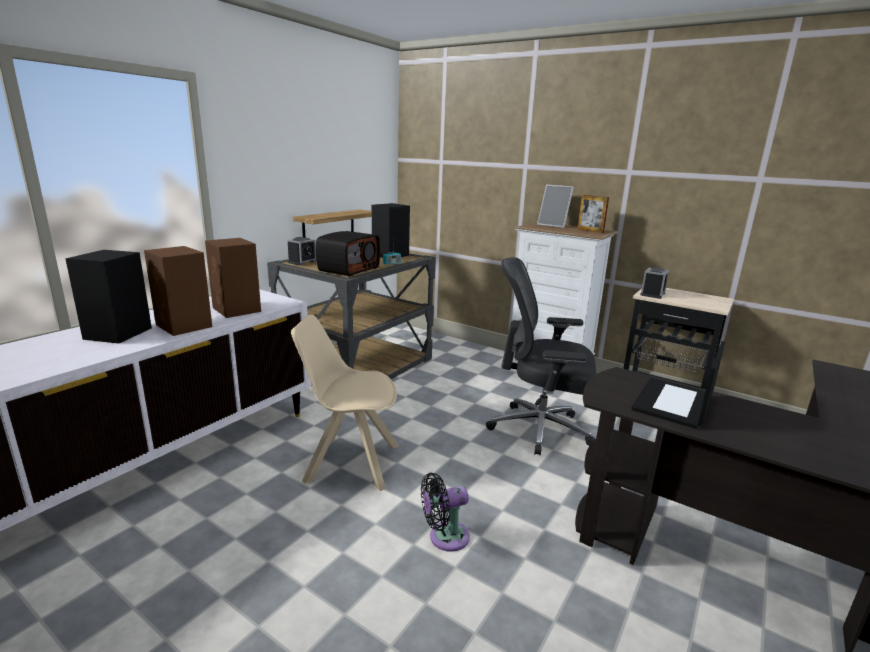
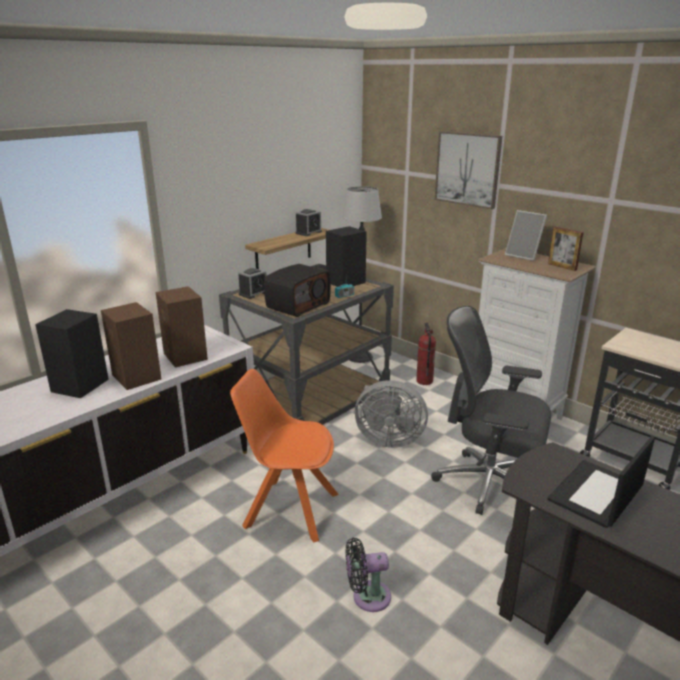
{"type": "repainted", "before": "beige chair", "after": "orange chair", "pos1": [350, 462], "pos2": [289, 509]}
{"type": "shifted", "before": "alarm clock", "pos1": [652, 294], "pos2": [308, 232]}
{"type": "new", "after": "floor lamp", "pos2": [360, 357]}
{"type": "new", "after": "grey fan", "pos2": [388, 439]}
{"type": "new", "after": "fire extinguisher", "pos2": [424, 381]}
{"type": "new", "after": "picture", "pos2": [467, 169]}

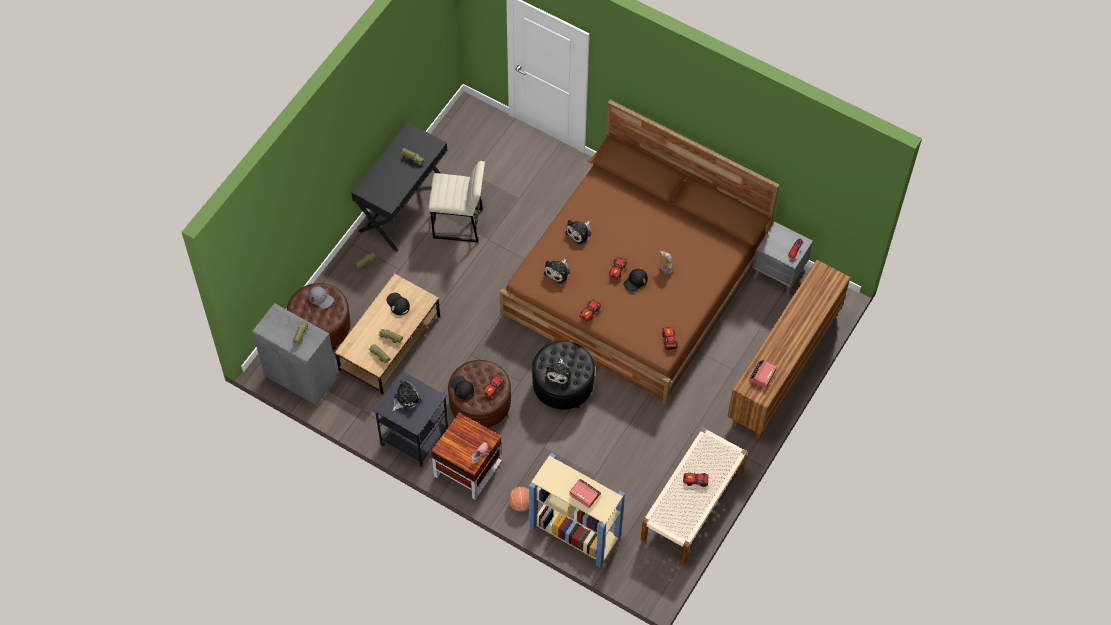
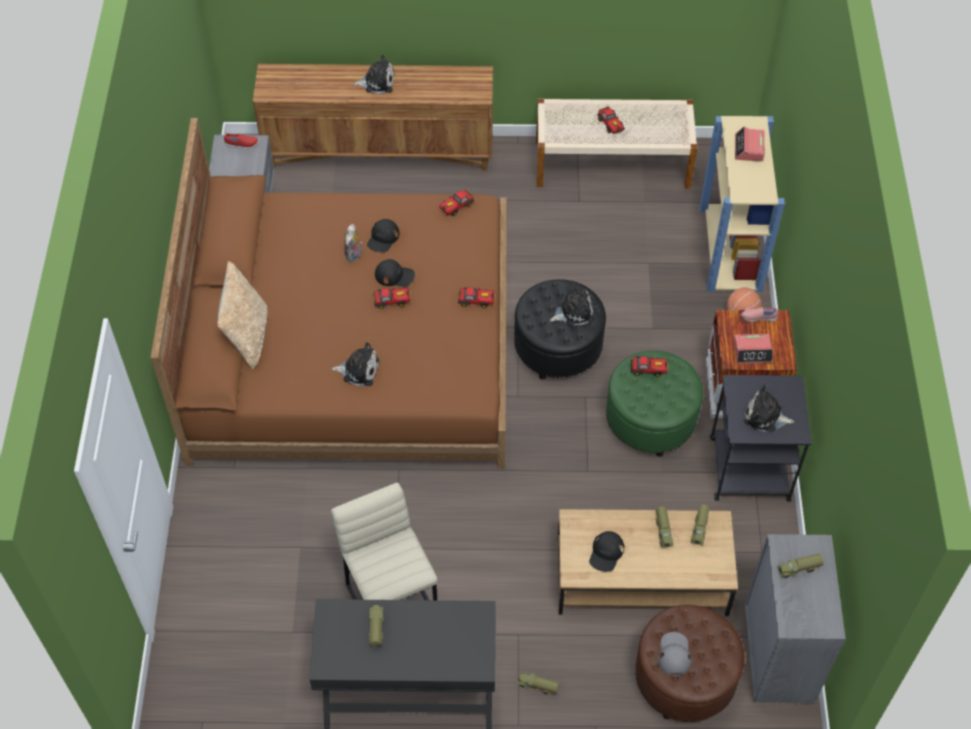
{"type": "repainted", "before": "brown ottoman", "after": "green ottoman", "pos1": [480, 405], "pos2": [650, 421]}
{"type": "shifted", "before": "black cap", "pos1": [462, 388], "pos2": [383, 238]}
{"type": "shifted", "before": "plush toy", "pos1": [558, 272], "pos2": [377, 82]}
{"type": "shifted", "before": "alarm clock", "pos1": [762, 375], "pos2": [752, 352]}
{"type": "new", "after": "beige pillow", "pos2": [248, 337]}

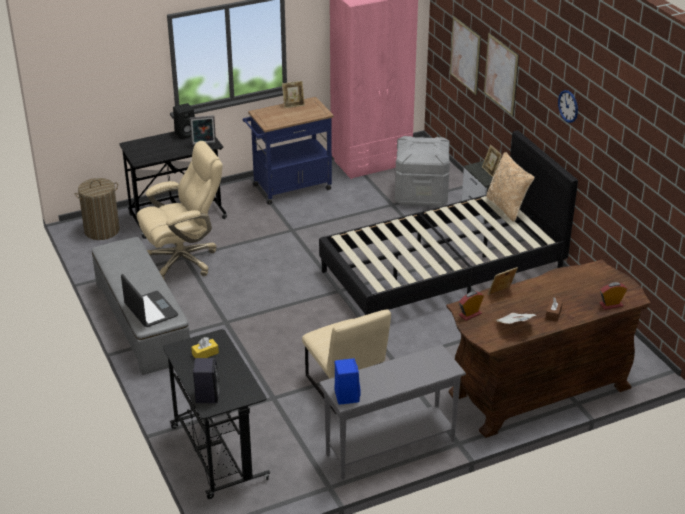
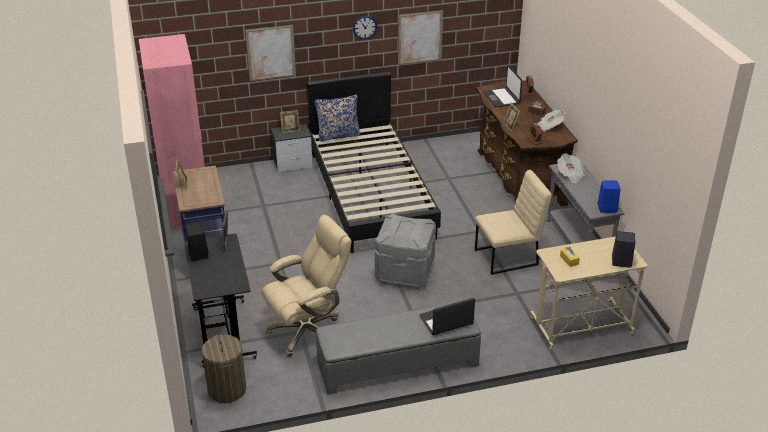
{"type": "rotated", "before": "beige office chair", "pos1": [184, 262], "pos2": [308, 332], "turn": 75}
{"type": "repainted", "before": "black desk", "after": "beige desk", "pos1": [219, 453], "pos2": [581, 326]}
{"type": "shifted", "before": "grey storage box", "pos1": [421, 194], "pos2": [404, 272]}
{"type": "shifted", "before": "picture", "pos1": [465, 55], "pos2": [420, 37]}
{"type": "repainted", "before": "beige pillow", "after": "blue pillow", "pos1": [506, 209], "pos2": [339, 136]}
{"type": "new", "after": "laptop", "pos2": [502, 98]}
{"type": "new", "after": "newspaper", "pos2": [570, 175]}

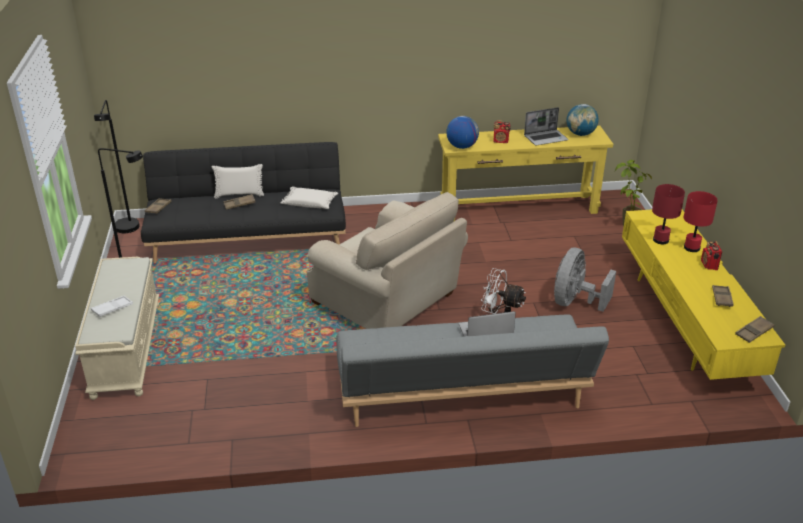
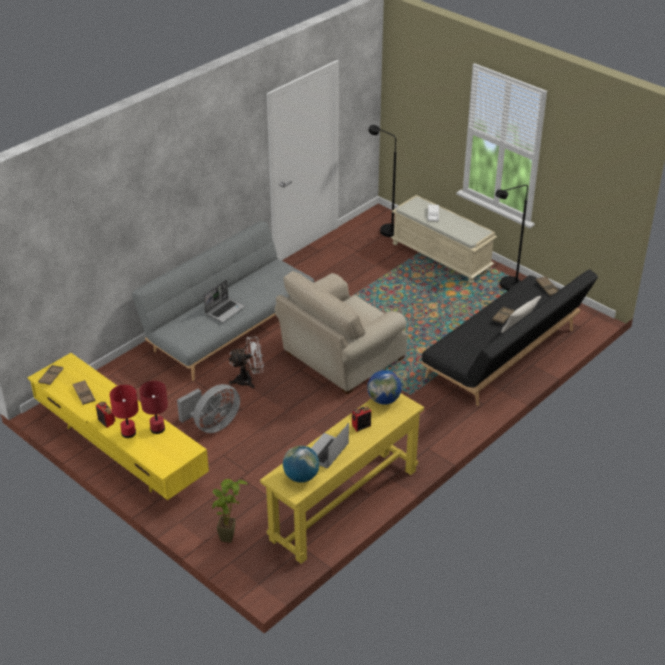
{"type": "shifted", "before": "black floor lamp", "pos1": [127, 230], "pos2": [385, 229]}
{"type": "gone", "before": "white pillow", "pos1": [309, 201]}
{"type": "rotated", "before": "beige armchair", "pos1": [386, 300], "pos2": [341, 358], "turn": -45}
{"type": "rotated", "before": "grey fan", "pos1": [575, 302], "pos2": [212, 425], "turn": 60}

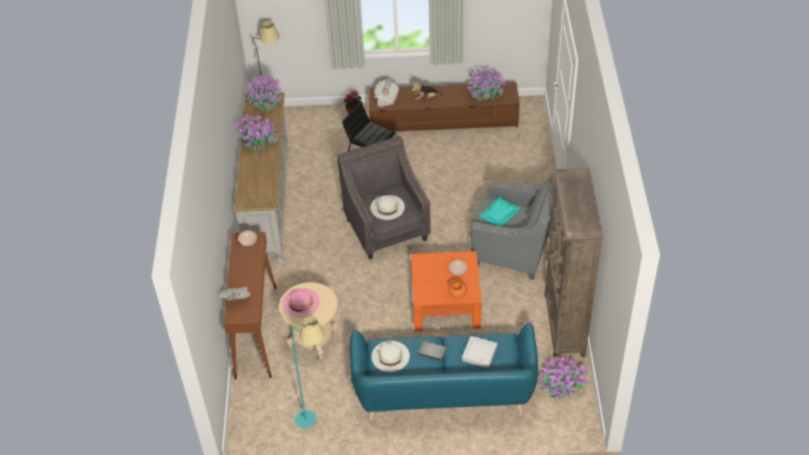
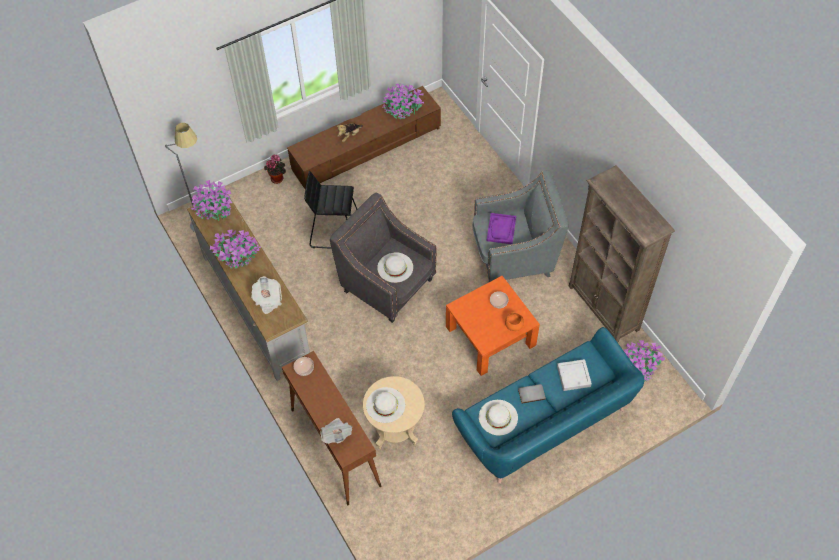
{"type": "repainted", "before": "pink hat", "after": "white hat", "pos1": [301, 302], "pos2": [385, 405]}
{"type": "gone", "before": "turquoise floor lamp", "pos1": [315, 416]}
{"type": "shifted", "before": "newspaper", "pos1": [386, 98], "pos2": [268, 300]}
{"type": "repainted", "before": "turquoise tray", "after": "purple tray", "pos1": [499, 214], "pos2": [501, 229]}

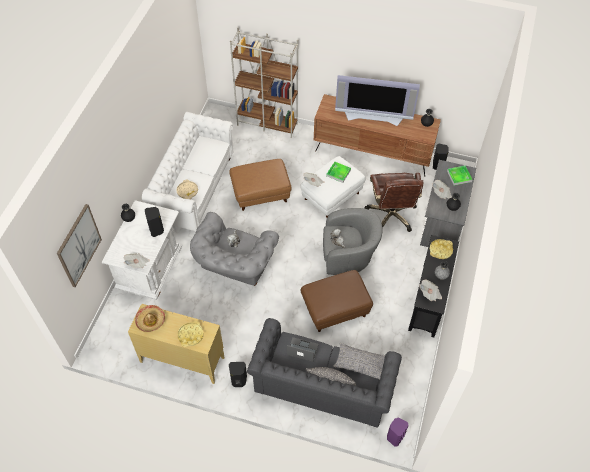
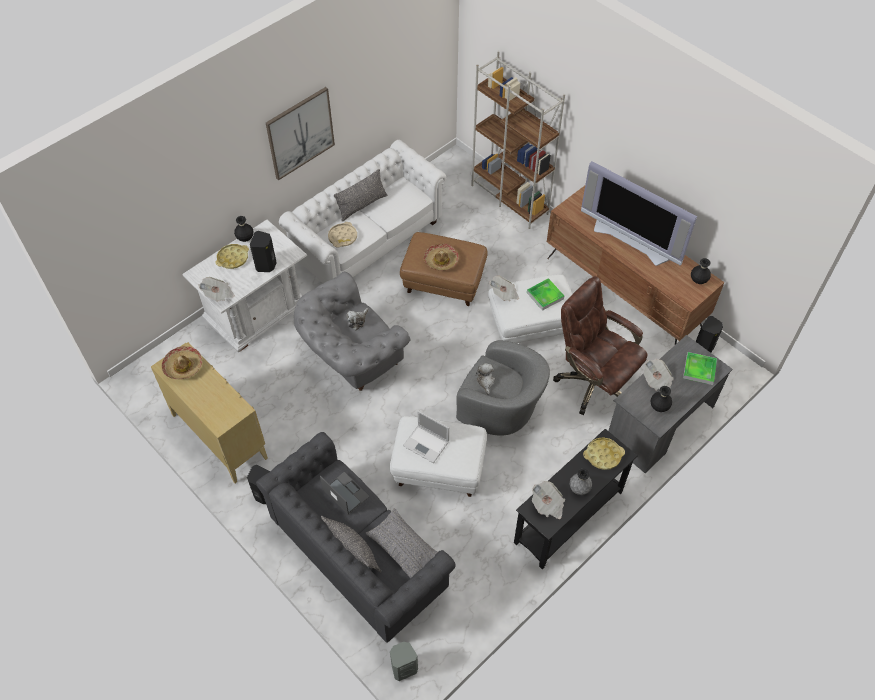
{"type": "shifted", "before": "picture", "pos1": [79, 245], "pos2": [300, 133]}
{"type": "shifted", "before": "yellow tray", "pos1": [191, 335], "pos2": [233, 258]}
{"type": "repainted", "before": "brown ottoman", "after": "white ottoman", "pos1": [335, 308], "pos2": [439, 467]}
{"type": "rotated", "before": "brown office chair", "pos1": [391, 214], "pos2": [593, 383], "turn": 105}
{"type": "repainted", "before": "purple speaker", "after": "grey speaker", "pos1": [394, 437], "pos2": [403, 667]}
{"type": "new", "after": "grey pillow", "pos2": [362, 206]}
{"type": "new", "after": "laptop", "pos2": [426, 444]}
{"type": "new", "after": "hat", "pos2": [441, 260]}

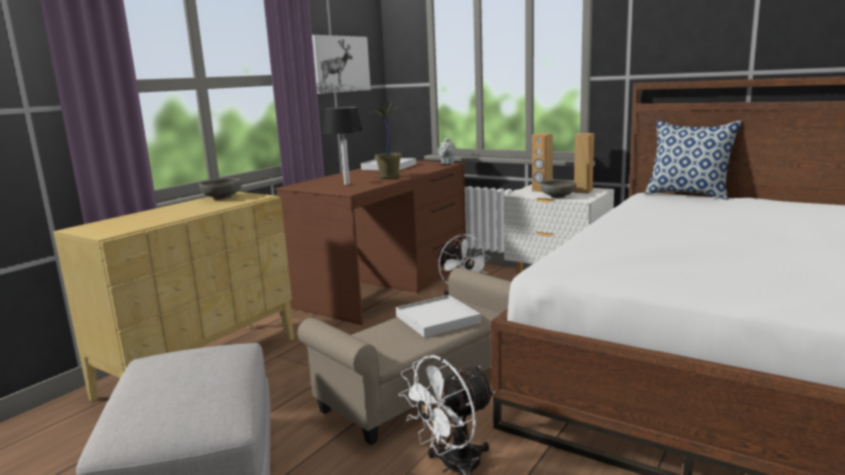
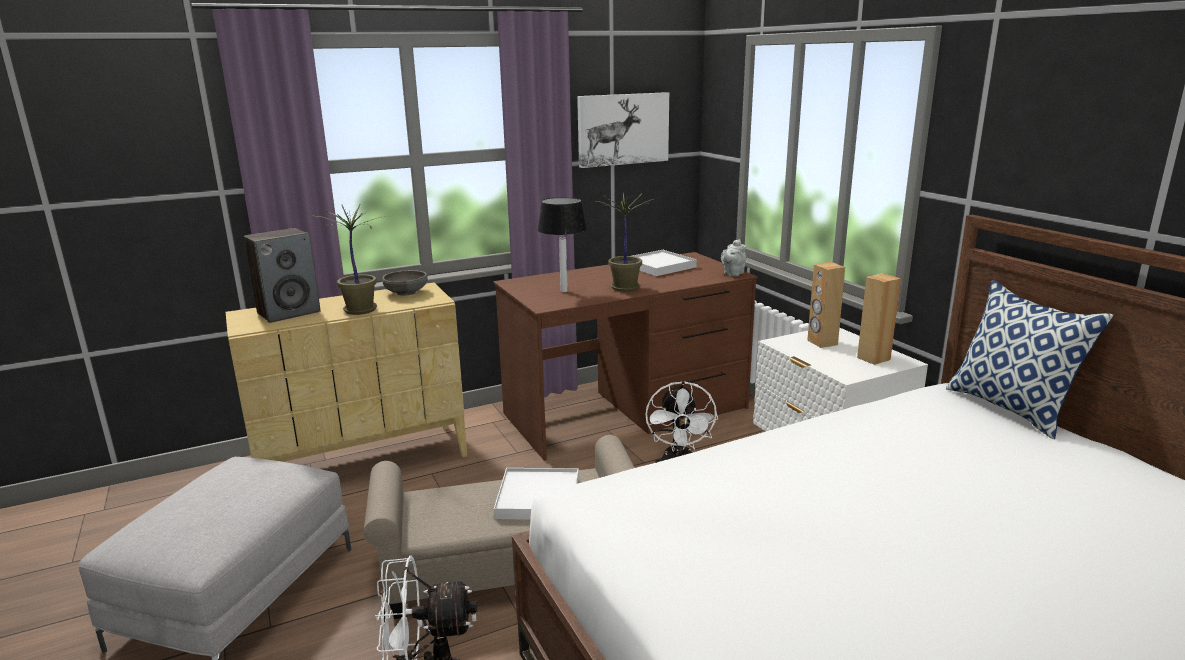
{"type": "gone", "before": "grey bowl", "pos1": [557, 196]}
{"type": "new", "after": "speaker", "pos2": [289, 312]}
{"type": "new", "after": "potted plant", "pos2": [362, 310]}

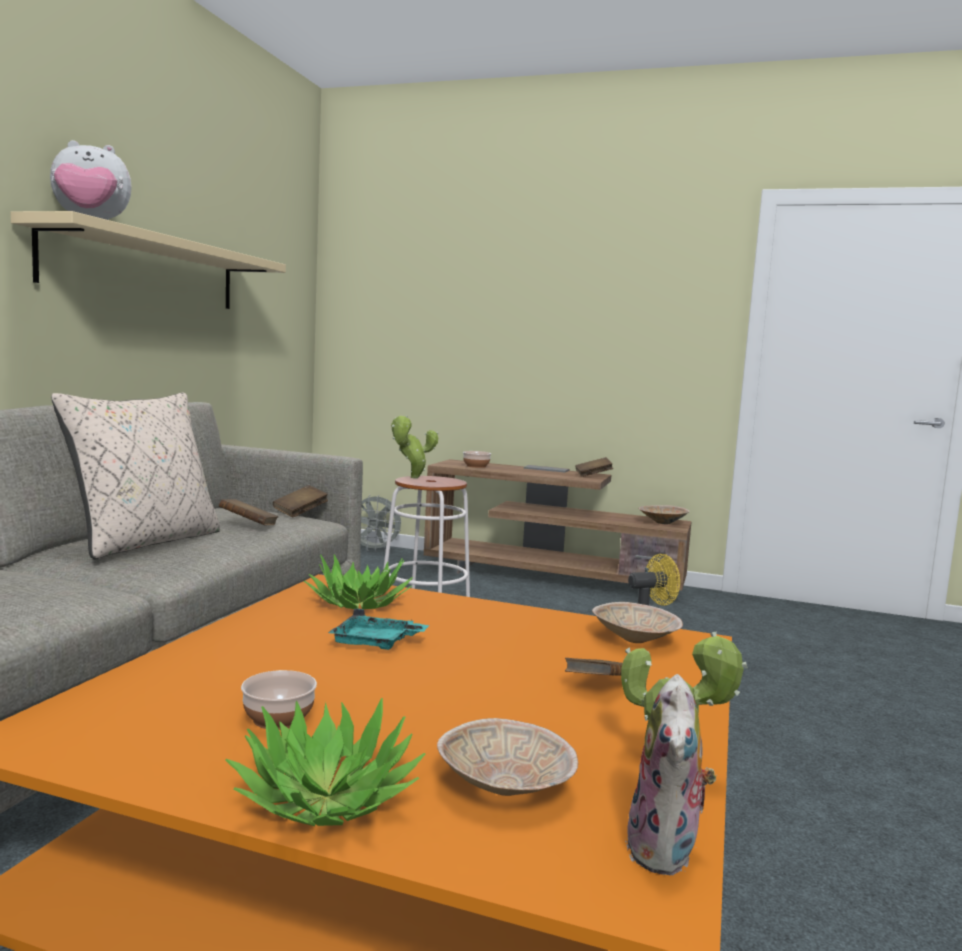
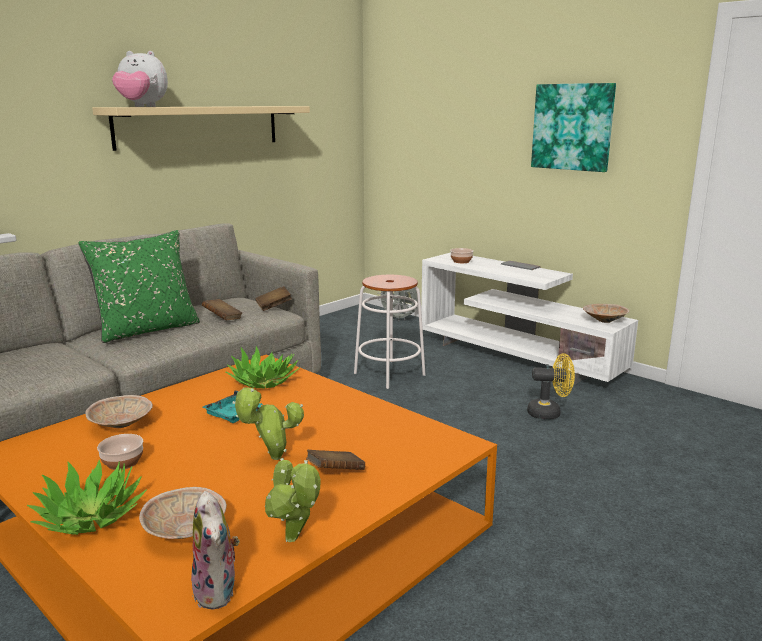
{"type": "repainted", "before": "beige pillow", "after": "green pillow", "pos1": [146, 542], "pos2": [148, 330]}
{"type": "shifted", "before": "potted plant", "pos1": [412, 478], "pos2": [272, 458]}
{"type": "repainted", "before": "brown tv stand", "after": "white tv stand", "pos1": [553, 578], "pos2": [519, 357]}
{"type": "gone", "before": "brown book", "pos1": [593, 476]}
{"type": "shifted", "before": "beige bowl", "pos1": [636, 640], "pos2": [121, 425]}
{"type": "rotated", "before": "plush toy", "pos1": [666, 852], "pos2": [218, 592], "turn": -60}
{"type": "new", "after": "picture", "pos2": [572, 127]}

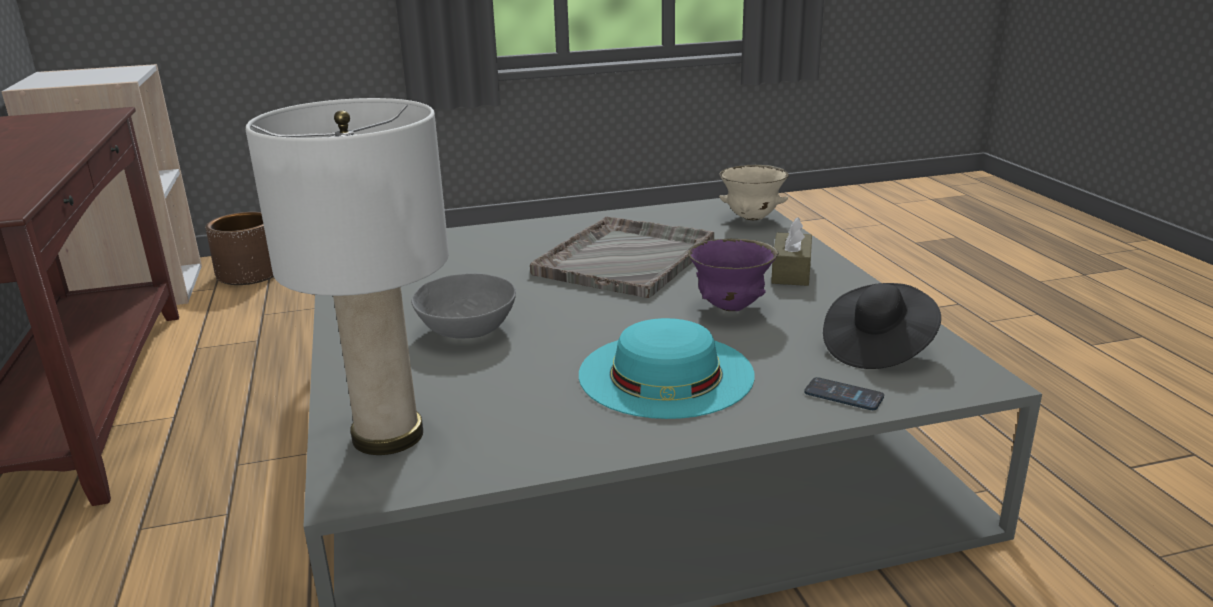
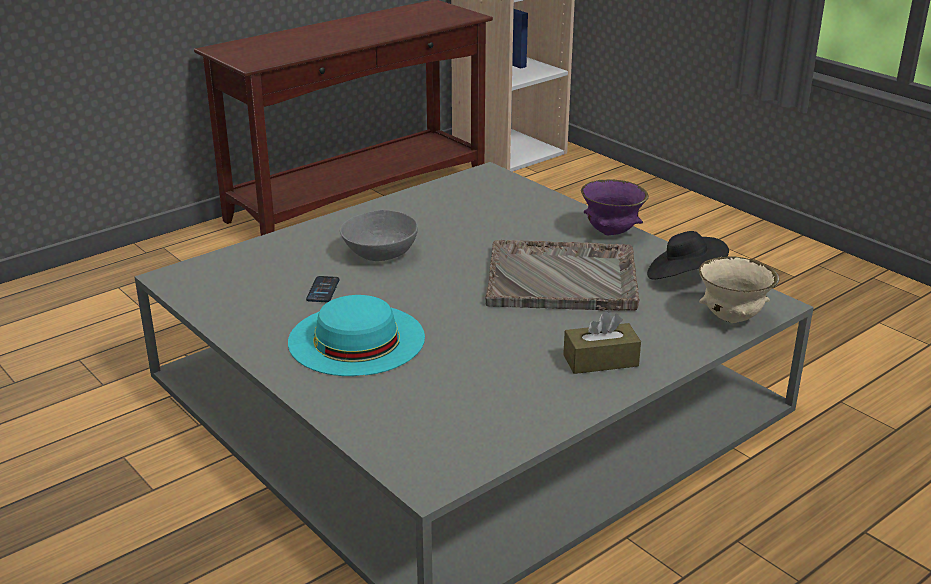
{"type": "gone", "before": "brown planter", "pos1": [249, 275]}
{"type": "gone", "before": "white table lamp", "pos1": [387, 435]}
{"type": "shifted", "before": "purple bowl", "pos1": [731, 307], "pos2": [611, 233]}
{"type": "shifted", "before": "phone", "pos1": [843, 395], "pos2": [323, 290]}
{"type": "shifted", "before": "black hat", "pos1": [877, 348], "pos2": [683, 277]}

